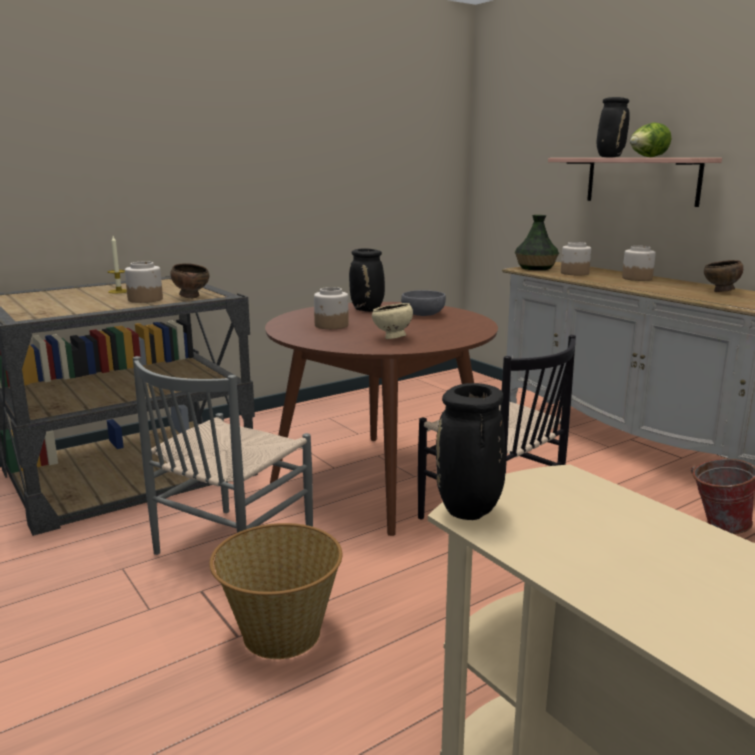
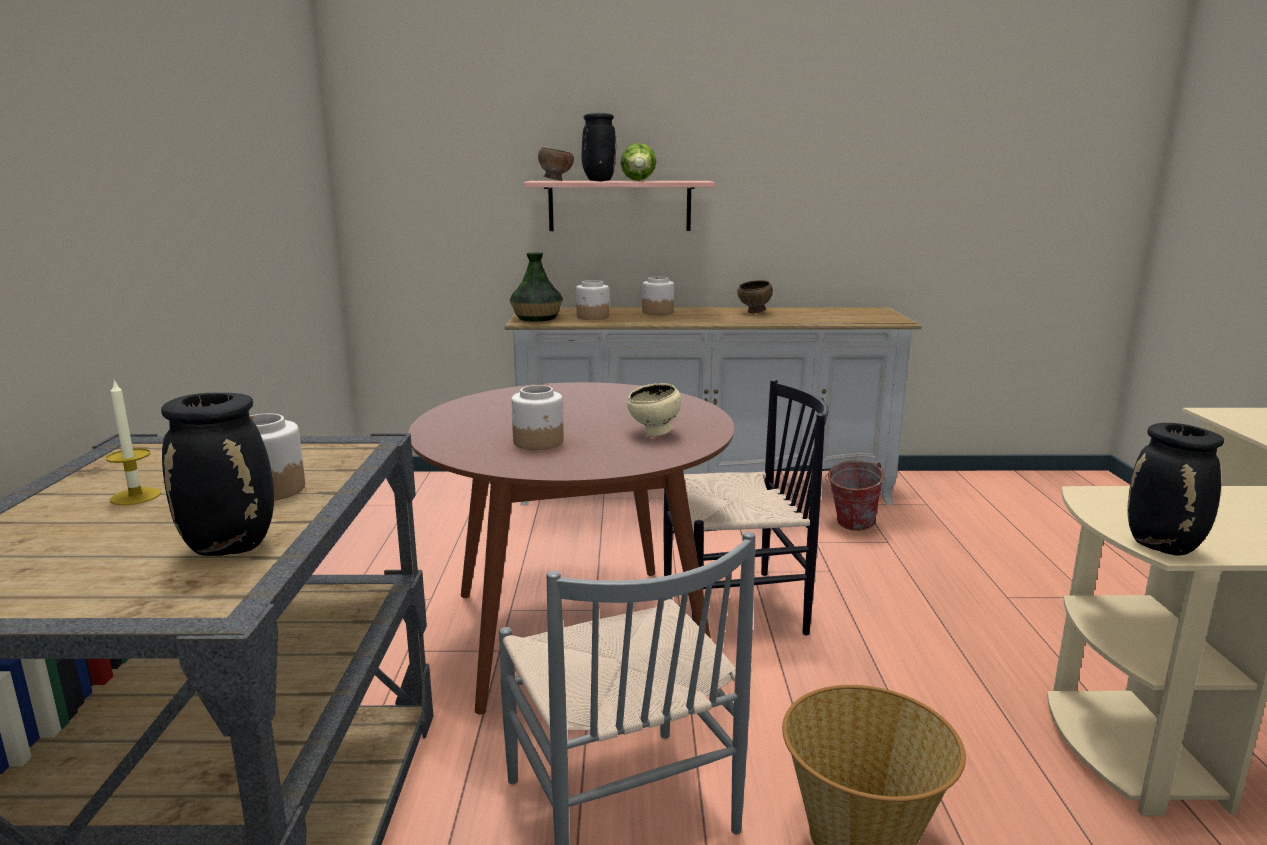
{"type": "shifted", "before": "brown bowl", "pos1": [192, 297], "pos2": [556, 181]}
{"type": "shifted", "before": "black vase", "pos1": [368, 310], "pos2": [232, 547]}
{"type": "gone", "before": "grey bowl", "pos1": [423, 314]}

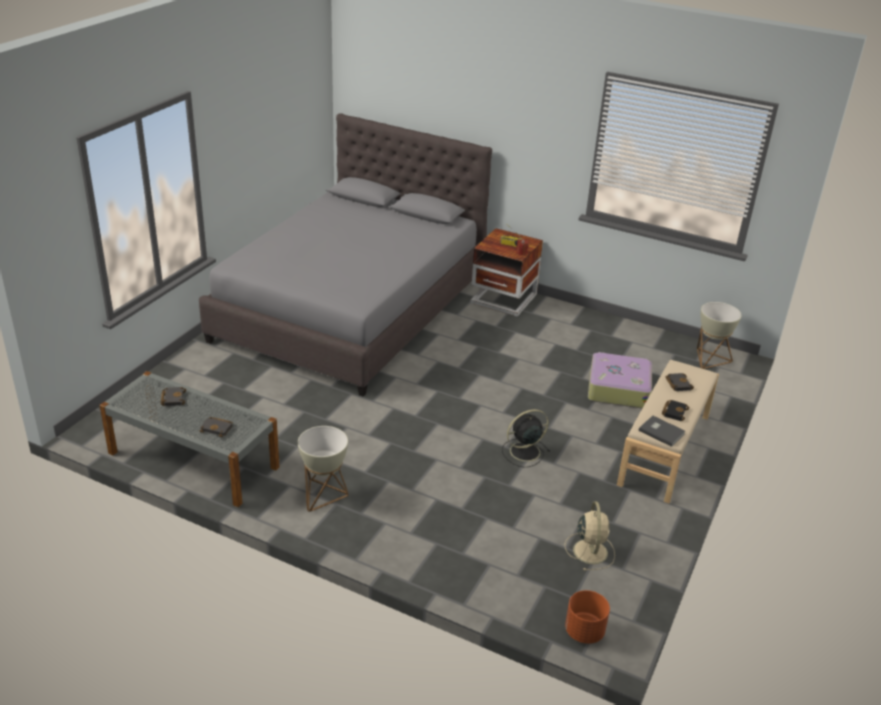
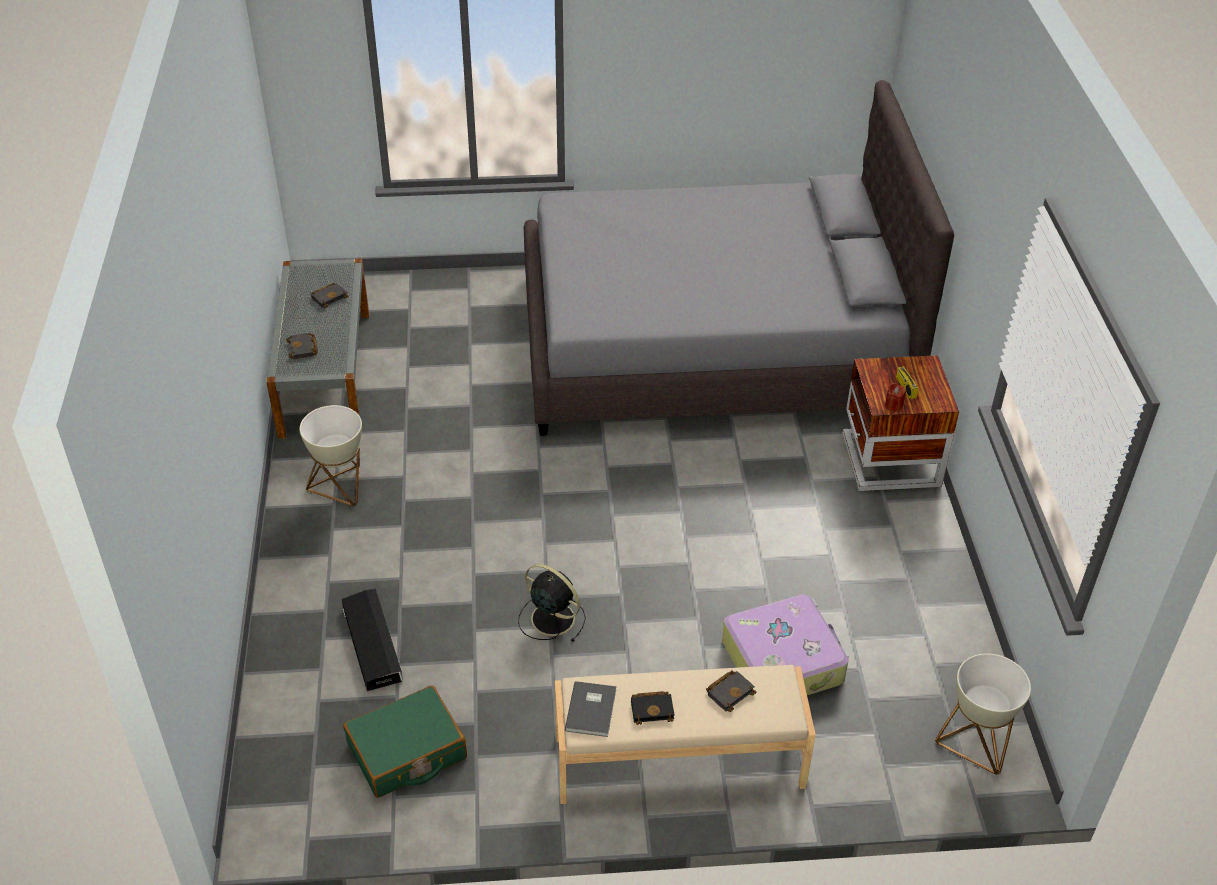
{"type": "swapped", "before": "beige fan", "after": "green suitcase", "pos1": [590, 550], "pos2": [407, 752]}
{"type": "gone", "before": "orange planter", "pos1": [584, 632]}
{"type": "new", "after": "black storage box", "pos2": [372, 643]}

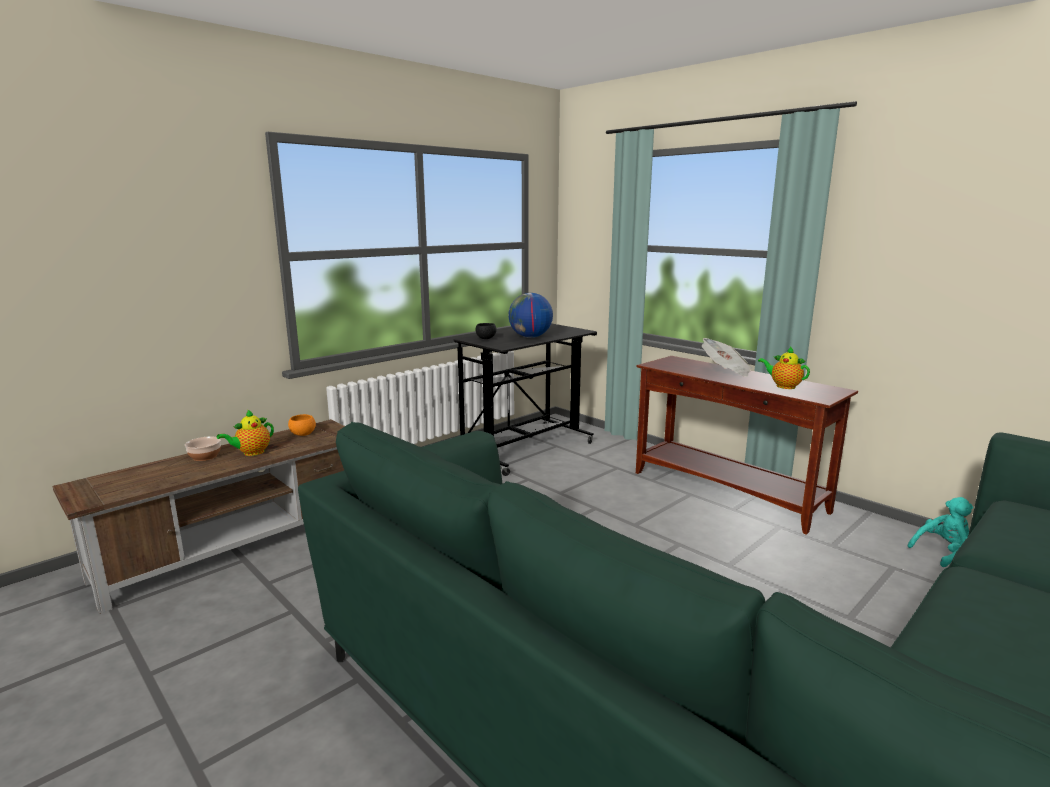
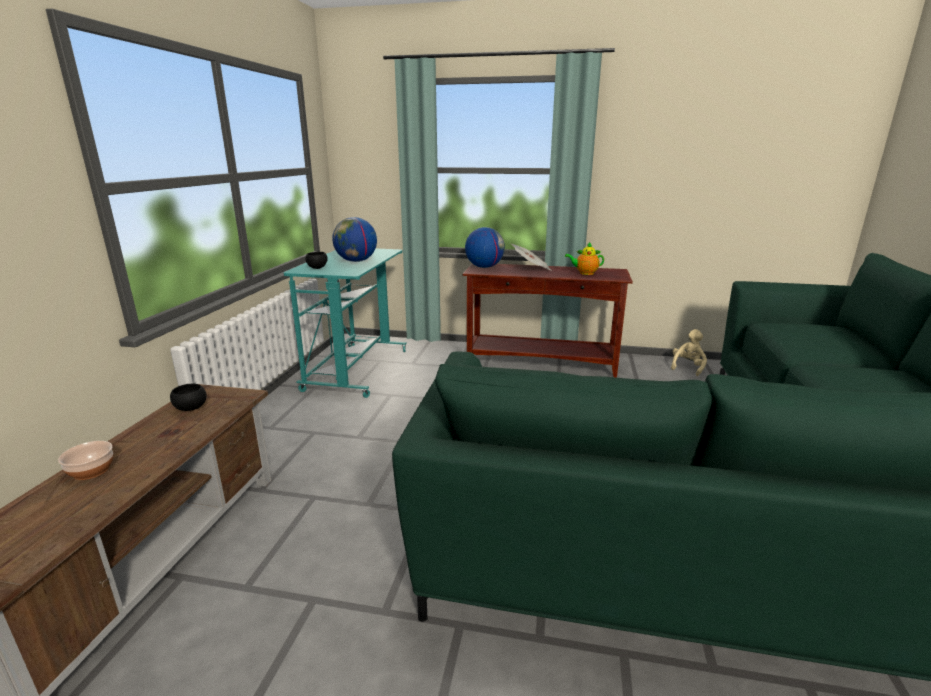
{"type": "gone", "before": "teapot", "pos1": [251, 453]}
{"type": "repainted", "before": "orange bowl", "after": "black bowl", "pos1": [303, 434], "pos2": [191, 408]}
{"type": "repainted", "before": "black desk", "after": "turquoise desk", "pos1": [527, 449], "pos2": [357, 369]}
{"type": "repainted", "before": "turquoise plush toy", "after": "beige plush toy", "pos1": [942, 552], "pos2": [687, 367]}
{"type": "new", "after": "globe", "pos2": [484, 267]}

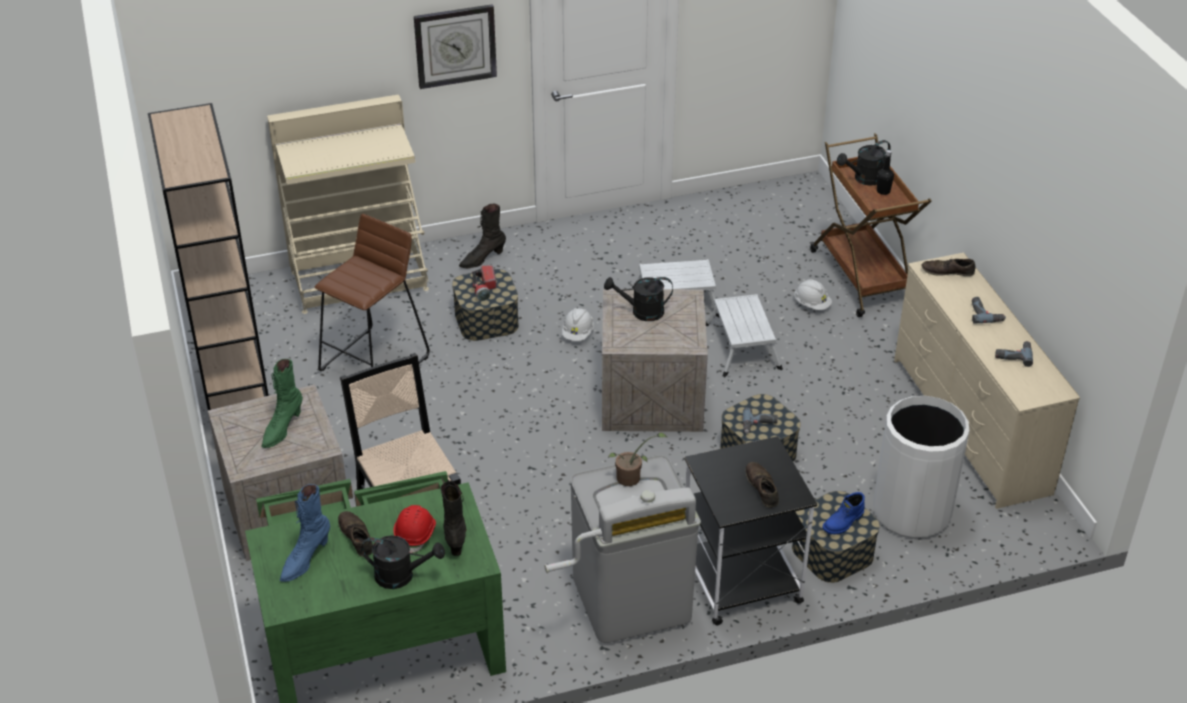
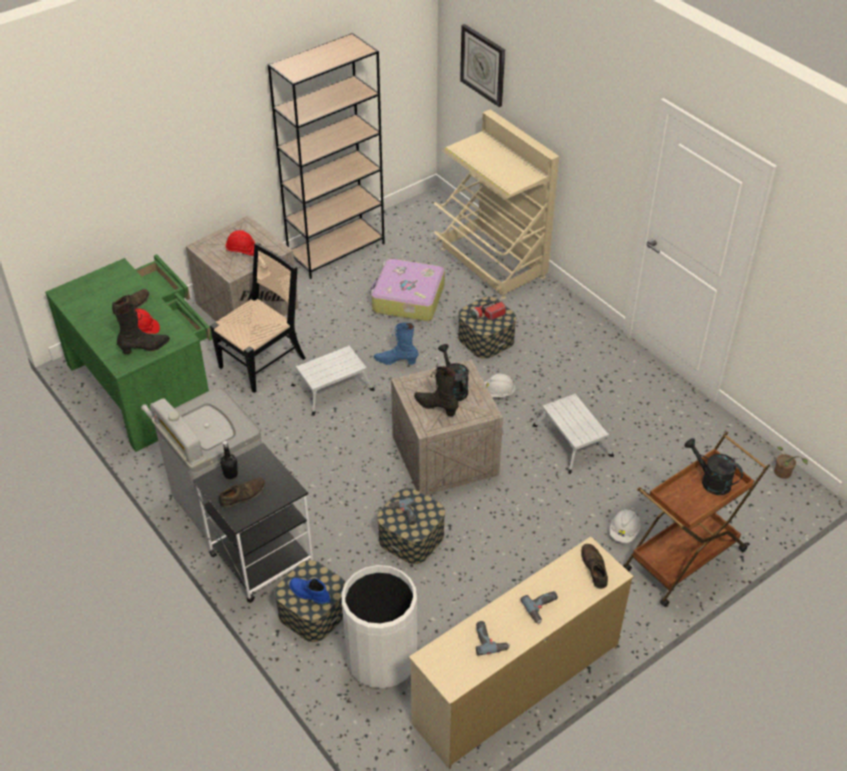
{"type": "swapped", "before": "green boot", "after": "red hard hat", "pos1": [282, 429], "pos2": [242, 250]}
{"type": "shifted", "before": "blue boot", "pos1": [305, 559], "pos2": [396, 361]}
{"type": "swapped", "before": "brown stool", "after": "suitcase", "pos1": [375, 363], "pos2": [407, 299]}
{"type": "gone", "before": "black watering can", "pos1": [401, 576]}
{"type": "shifted", "before": "wall clock", "pos1": [455, 45], "pos2": [483, 65]}
{"type": "shifted", "before": "black boot", "pos1": [482, 259], "pos2": [436, 407]}
{"type": "shifted", "before": "potted plant", "pos1": [632, 478], "pos2": [783, 474]}
{"type": "shifted", "before": "white step ladder", "pos1": [742, 346], "pos2": [332, 388]}
{"type": "shifted", "before": "black bottle", "pos1": [883, 191], "pos2": [230, 474]}

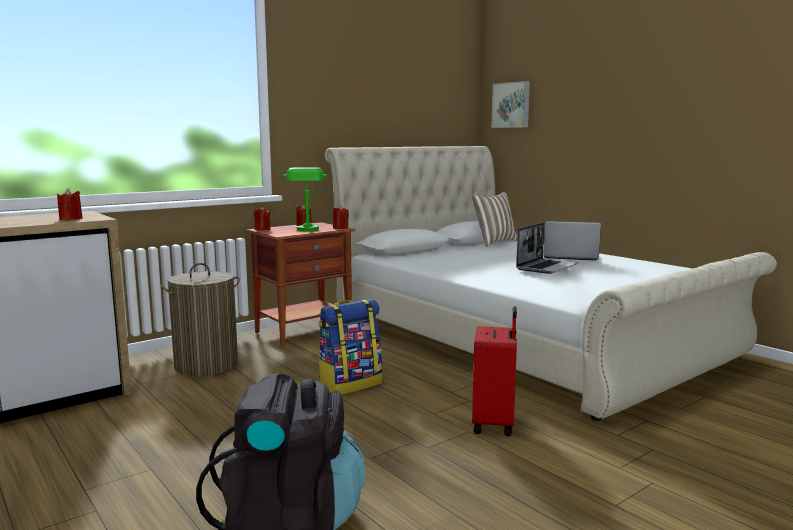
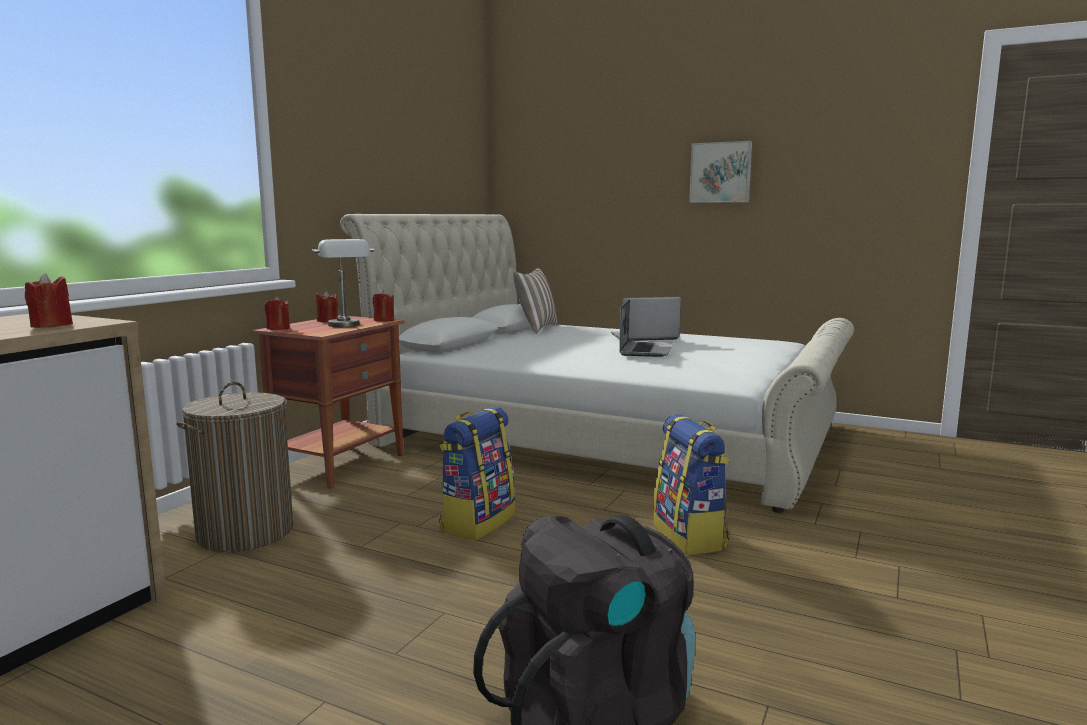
{"type": "repainted", "before": "green table lamp", "after": "grey table lamp", "pos1": [308, 230], "pos2": [347, 326]}
{"type": "swapped", "before": "red suitcase", "after": "backpack", "pos1": [495, 423], "pos2": [690, 536]}
{"type": "shifted", "before": "picture", "pos1": [511, 105], "pos2": [720, 172]}

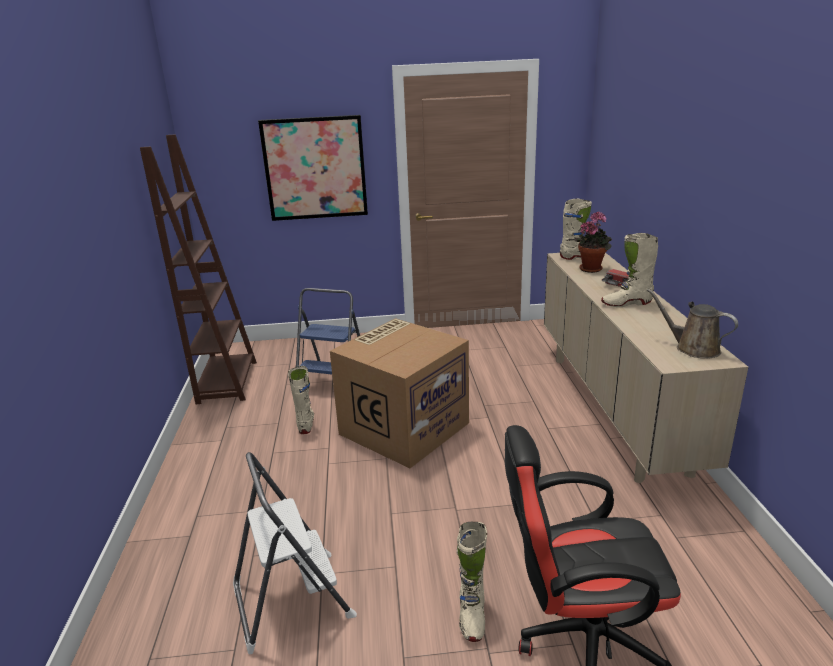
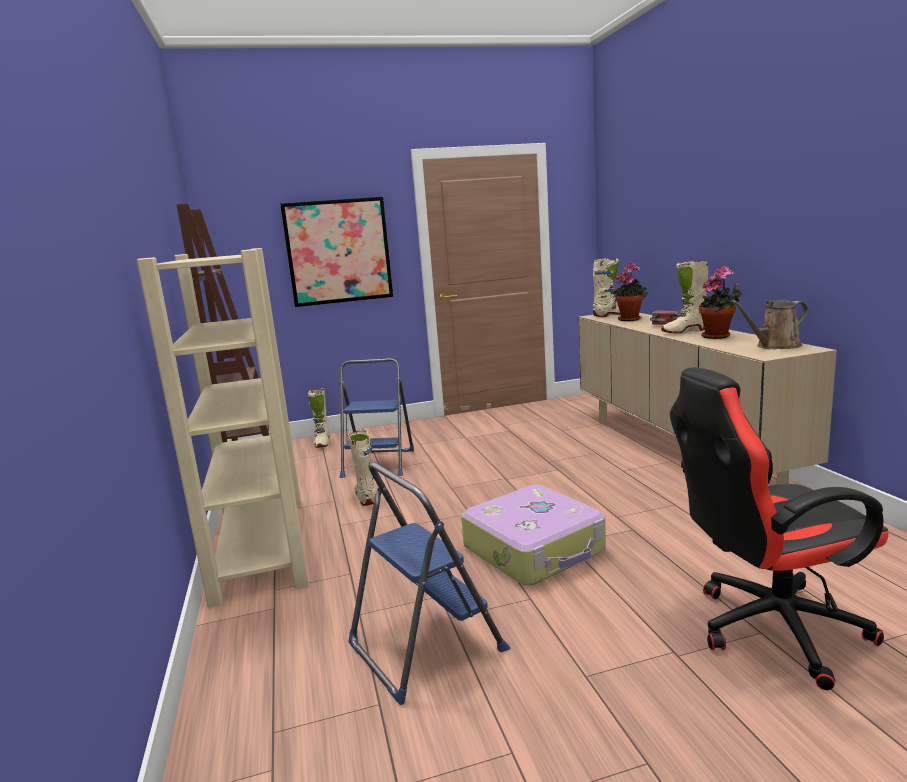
{"type": "repainted", "before": "white step ladder", "after": "blue step ladder", "pos1": [287, 600], "pos2": [421, 647]}
{"type": "gone", "before": "cardboard box", "pos1": [404, 427]}
{"type": "shifted", "before": "beige boot", "pos1": [472, 615], "pos2": [322, 443]}
{"type": "rotated", "before": "brown watering can", "pos1": [693, 348], "pos2": [775, 346], "turn": -45}
{"type": "new", "after": "beige bookcase", "pos2": [261, 547]}
{"type": "new", "after": "suitcase", "pos2": [535, 549]}
{"type": "new", "after": "potted plant", "pos2": [718, 336]}

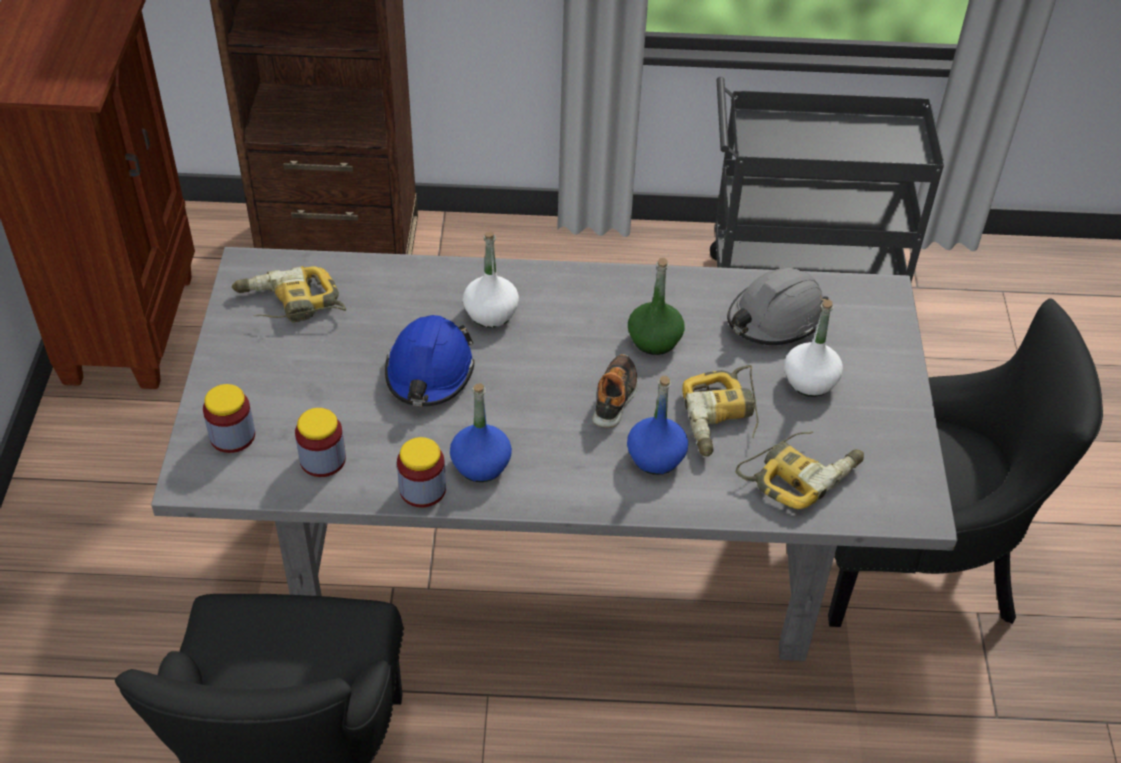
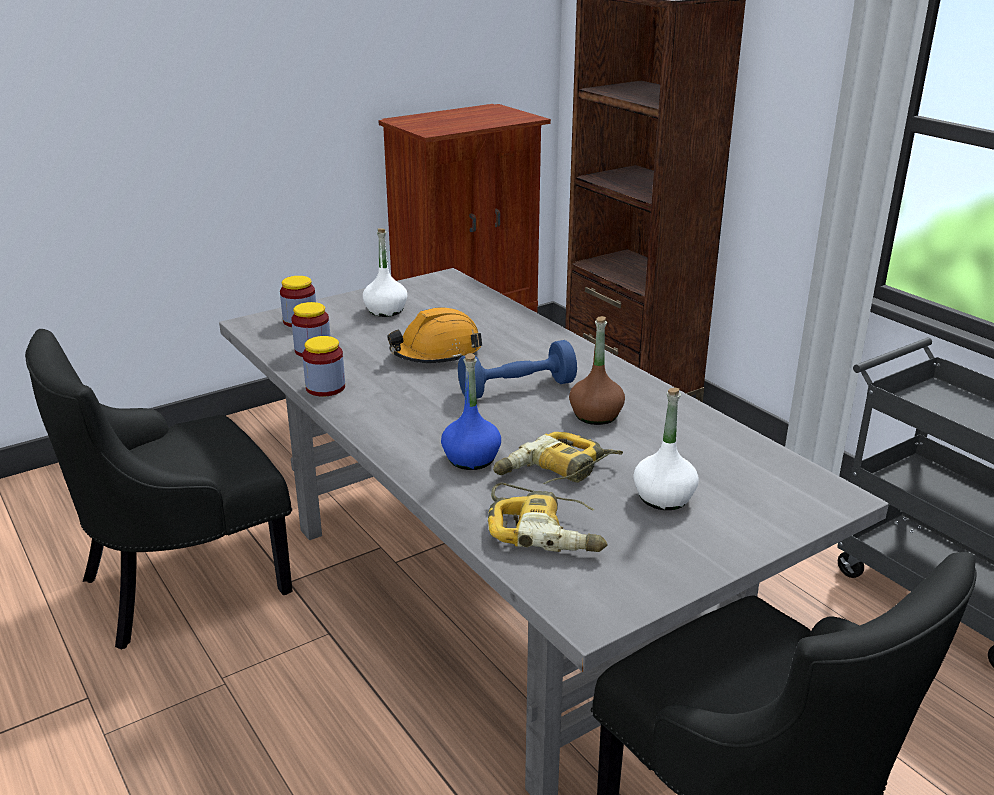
{"type": "gone", "before": "power drill", "pos1": [289, 305]}
{"type": "repainted", "before": "blue hard hat", "after": "orange hard hat", "pos1": [429, 372], "pos2": [436, 353]}
{"type": "gone", "before": "blue bottle", "pos1": [480, 465]}
{"type": "shifted", "before": "white bottle", "pos1": [490, 313], "pos2": [385, 310]}
{"type": "gone", "before": "shoe", "pos1": [615, 397]}
{"type": "repainted", "before": "green bottle", "after": "brown bottle", "pos1": [654, 340], "pos2": [596, 415]}
{"type": "gone", "before": "grey hard hat", "pos1": [775, 318]}
{"type": "new", "after": "blue dumbbell", "pos2": [517, 389]}

